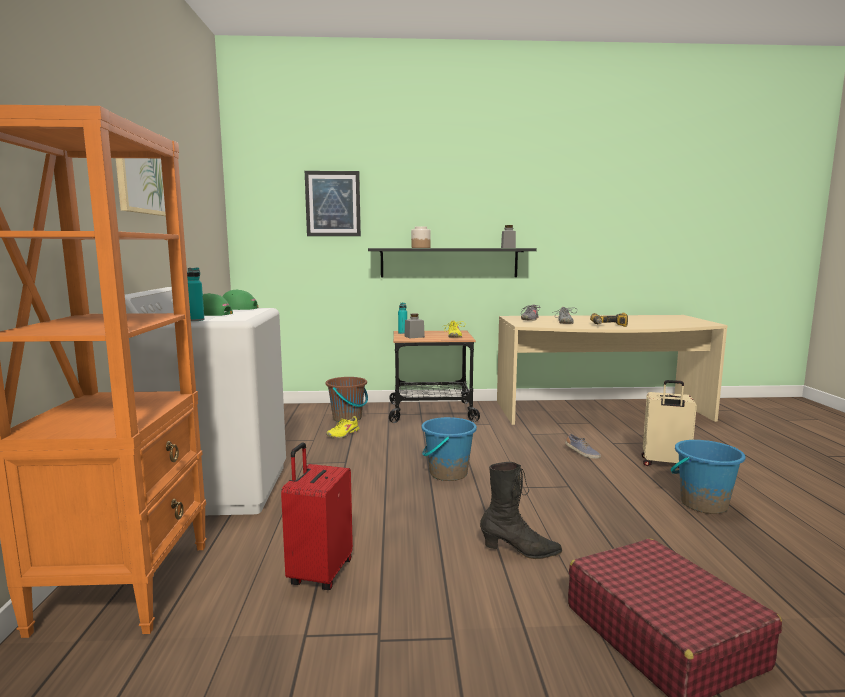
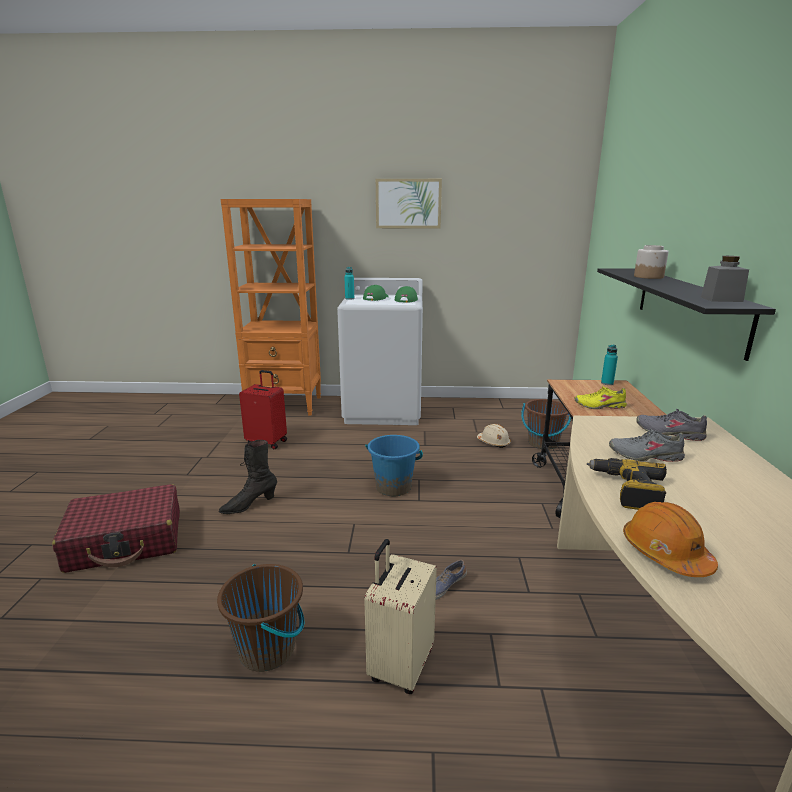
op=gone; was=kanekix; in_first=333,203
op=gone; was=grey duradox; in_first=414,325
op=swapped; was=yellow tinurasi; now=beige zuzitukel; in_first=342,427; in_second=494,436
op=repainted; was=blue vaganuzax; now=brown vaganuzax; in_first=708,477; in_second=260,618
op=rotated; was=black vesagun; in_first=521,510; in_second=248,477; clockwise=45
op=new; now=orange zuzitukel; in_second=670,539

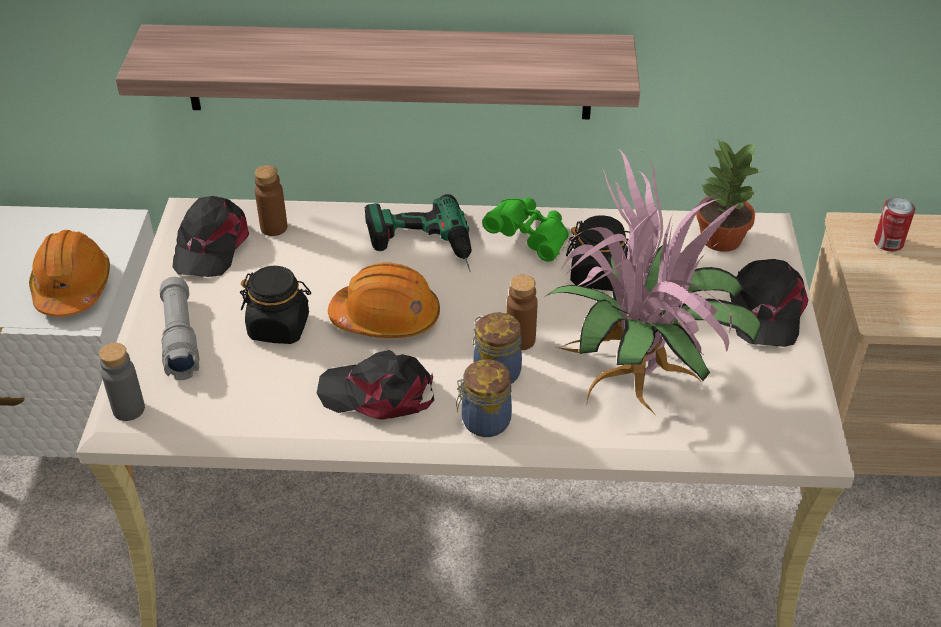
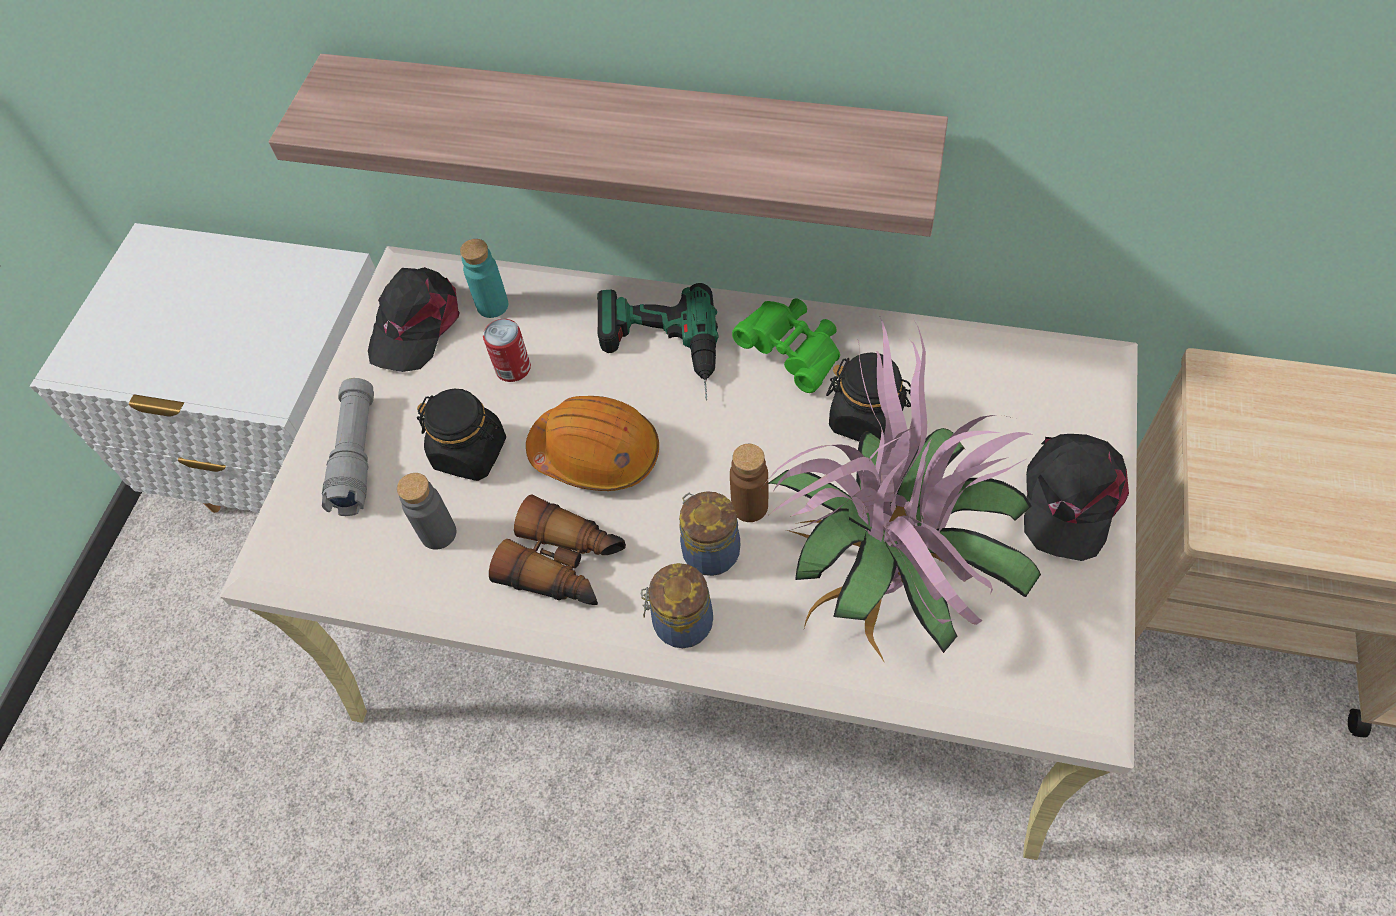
op=gone; was=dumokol; in_first=729,195
op=repainted; was=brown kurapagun; now=turquoise kurapagun; in_first=271,200; in_second=484,278
op=shifted; was=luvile; in_first=894,224; in_second=507,350
op=gone; was=orange zuzitukel; in_first=69,273
op=shifted; was=grey kurapagun; in_first=122,382; in_second=426,511
op=swapped; was=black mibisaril; now=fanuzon; in_first=375,384; in_second=557,549

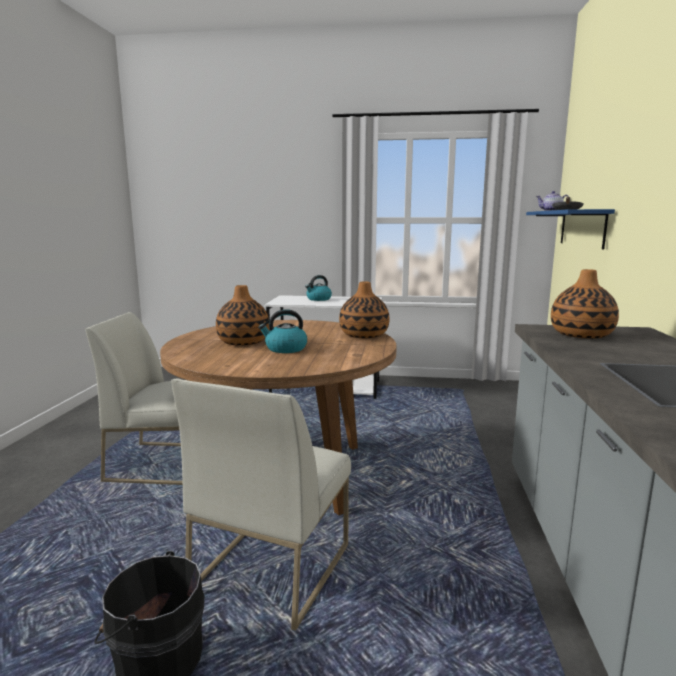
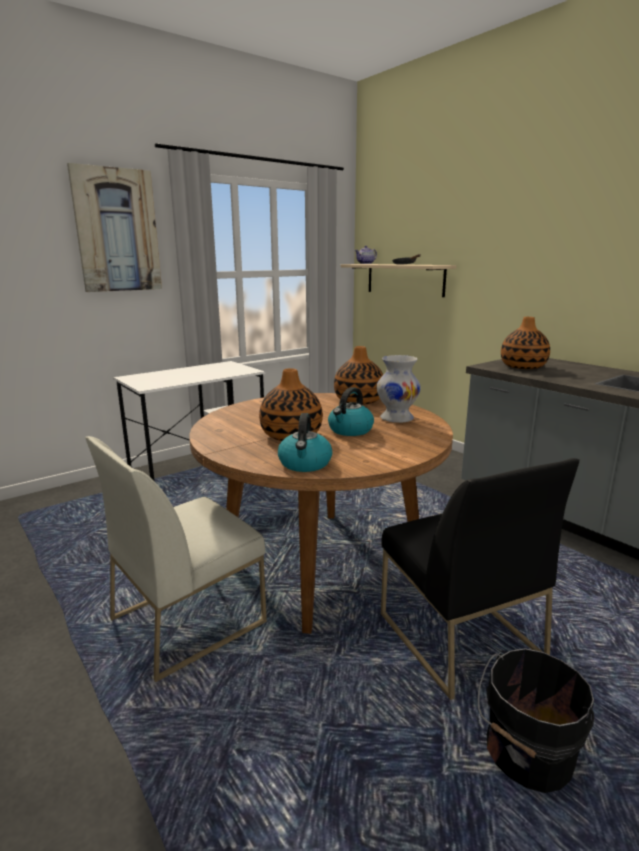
op=repainted; was=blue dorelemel; now=beige dorelemel; in_first=570,229; in_second=398,280
op=shifted; was=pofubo; in_first=318,288; in_second=305,442
op=repainted; was=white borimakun; now=black borimakun; in_first=261,505; in_second=480,579
op=new; now=kanekix; in_second=114,227
op=new; now=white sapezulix; in_second=399,389

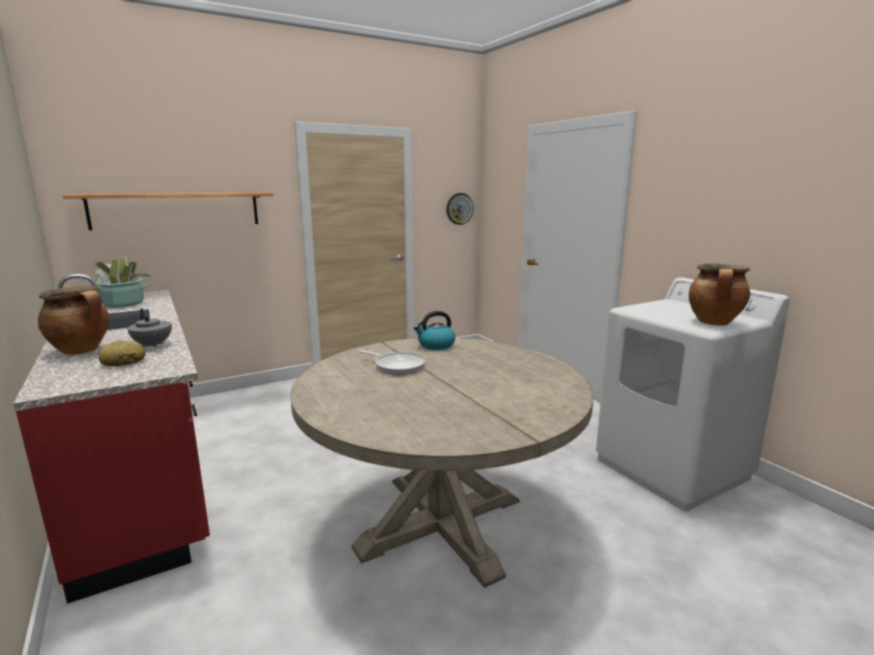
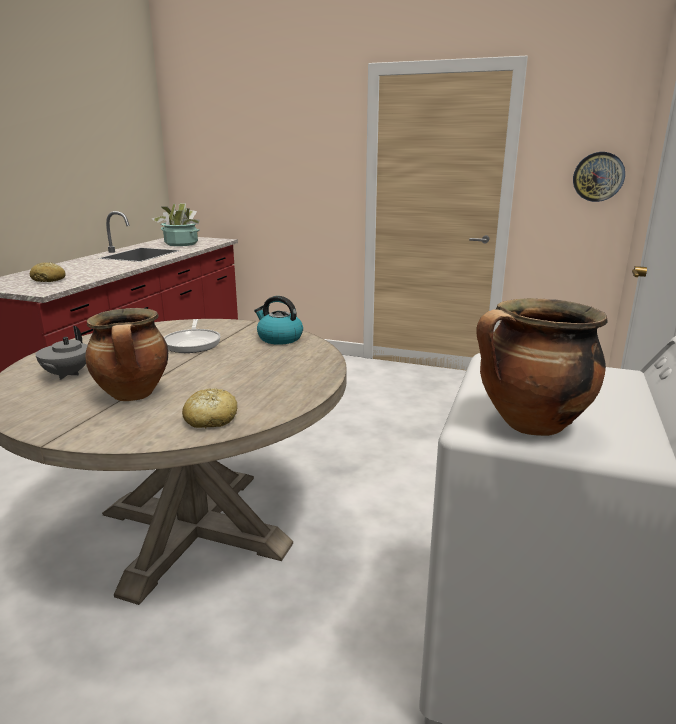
op=gone; was=dorelemel; in_first=168,211
op=shifted; was=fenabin; in_first=74,320; in_second=126,354
op=shifted; was=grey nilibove; in_first=149,328; in_second=61,353
op=new; now=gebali; in_second=209,408

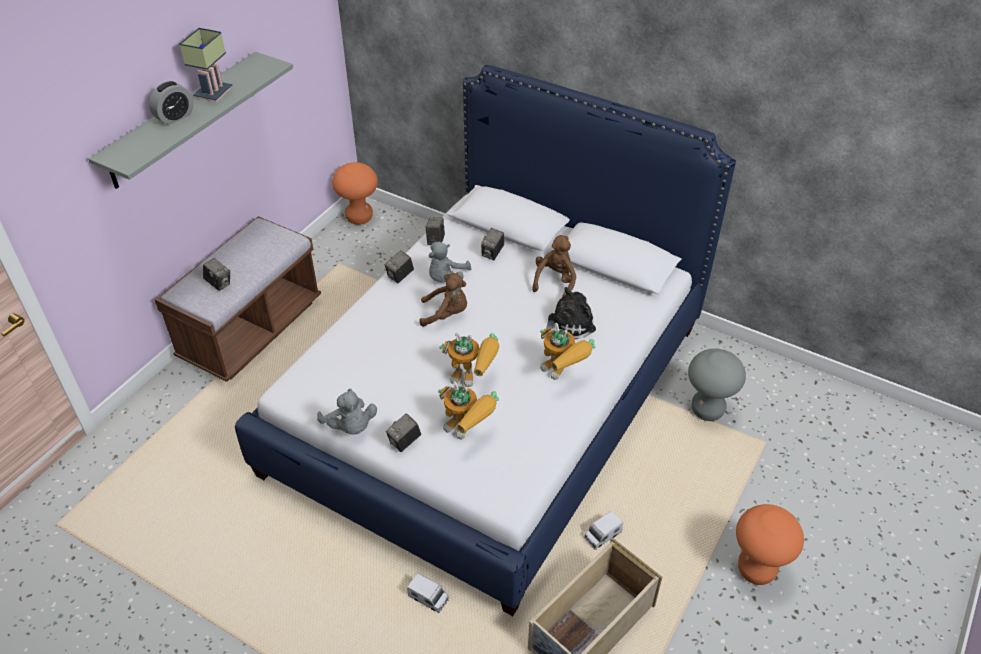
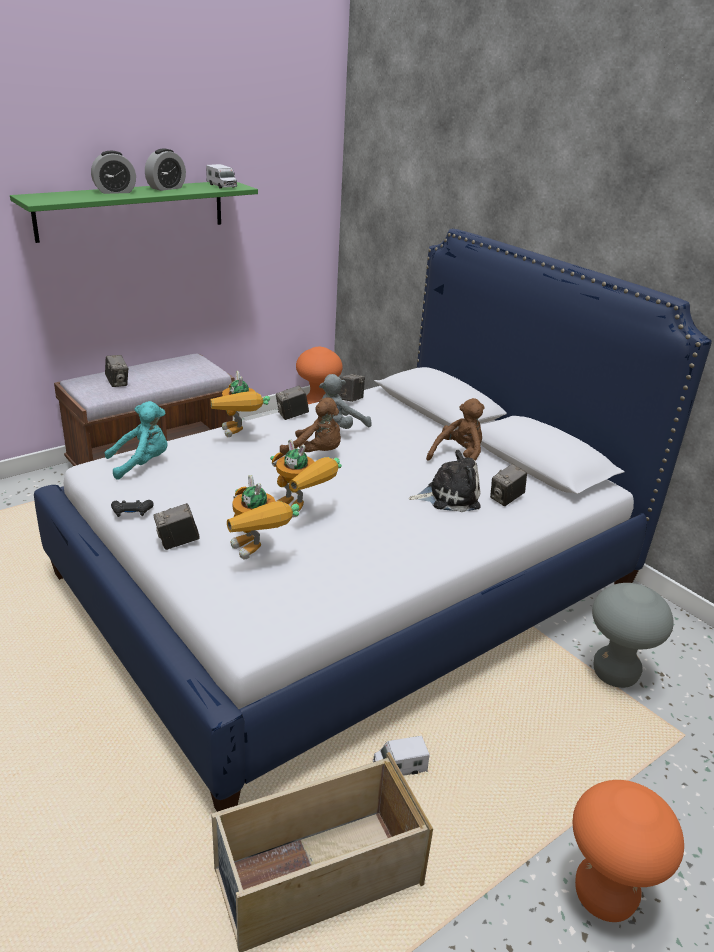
op=swapped; was=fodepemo; now=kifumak; in_first=205,65; in_second=165,169
op=repainted; was=grey dorelemel; now=green dorelemel; in_first=190,120; in_second=134,212
op=shifted; was=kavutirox; in_first=492,244; in_second=508,485
op=shifted; was=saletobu; in_first=568,351; in_second=240,404
op=swapped; was=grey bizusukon; now=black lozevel; in_first=347,412; in_second=132,508
op=shifted; was=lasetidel; in_first=428,593; in_second=221,176
op=new; now=turquoise bizusukon; in_second=136,440

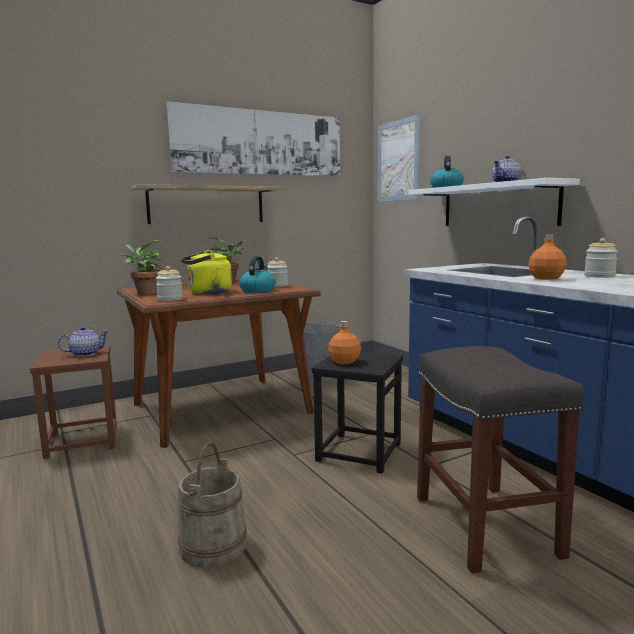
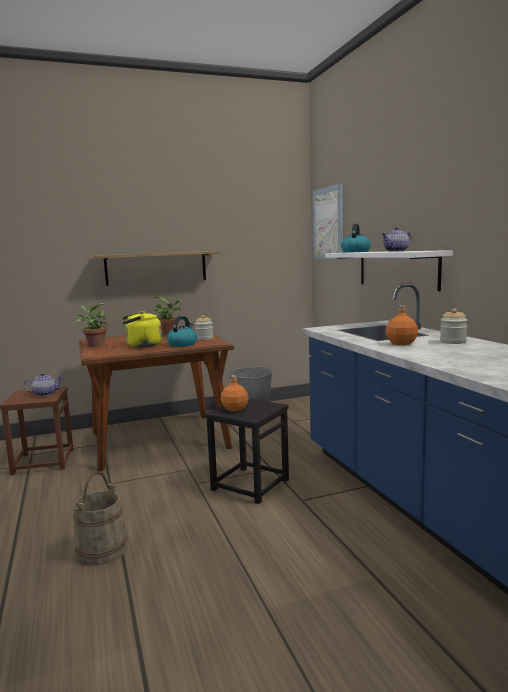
op=gone; was=kanekix; in_first=253,139
op=gone; was=duradox; in_first=169,283
op=gone; was=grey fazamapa; in_first=500,459

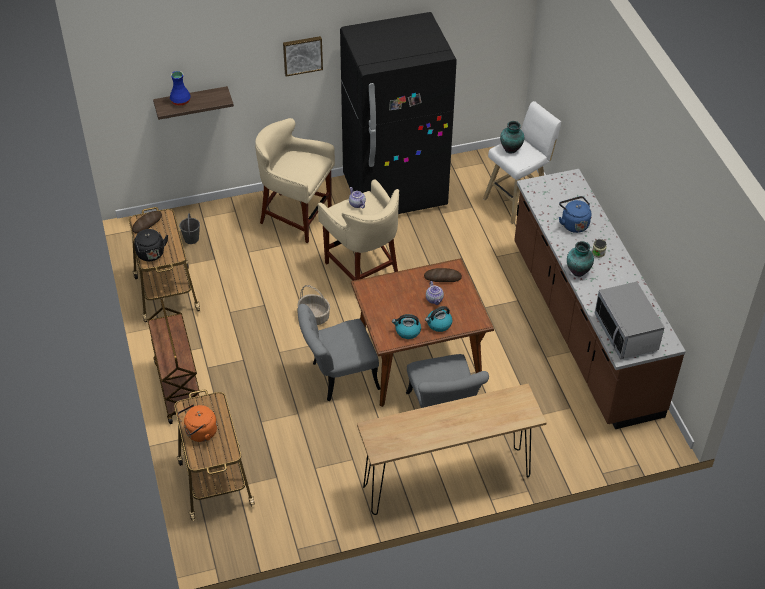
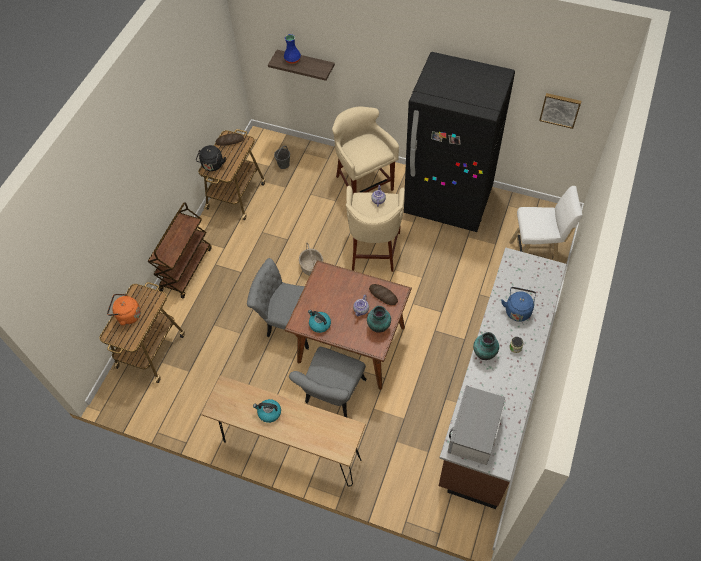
op=shifted; was=kanekix; in_first=303,56; in_second=560,111
op=shifted; was=sapezulix; in_first=512,137; in_second=379,319
op=shifted; was=pofubo; in_first=439,319; in_second=267,411

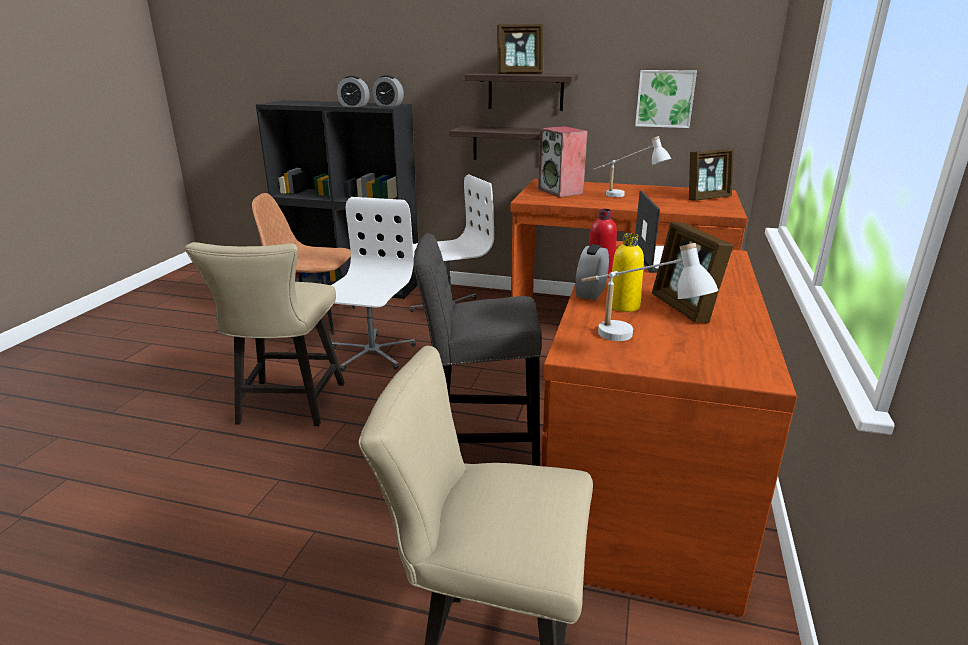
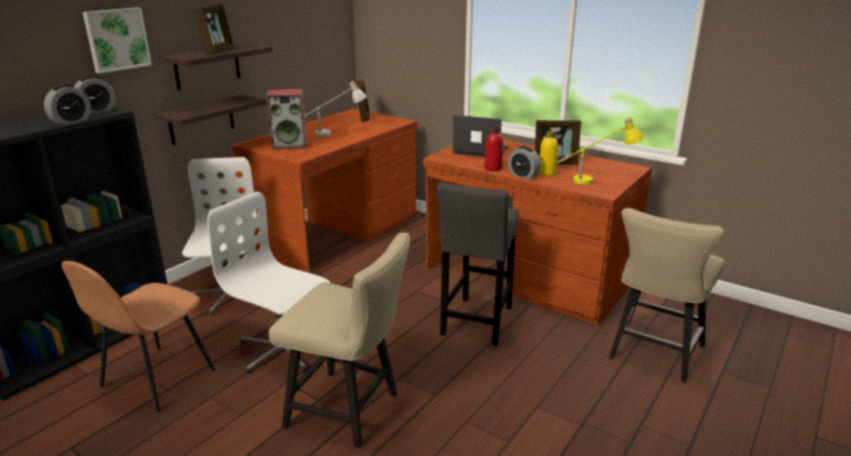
op=shifted; was=kanekix; in_first=666,99; in_second=117,40
op=repainted; was=white fodepemo; now=yellow fodepemo; in_first=649,292; in_second=600,151

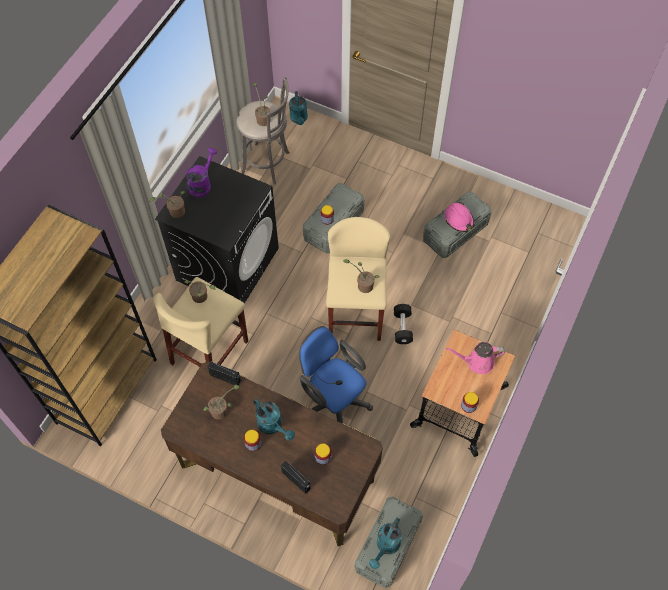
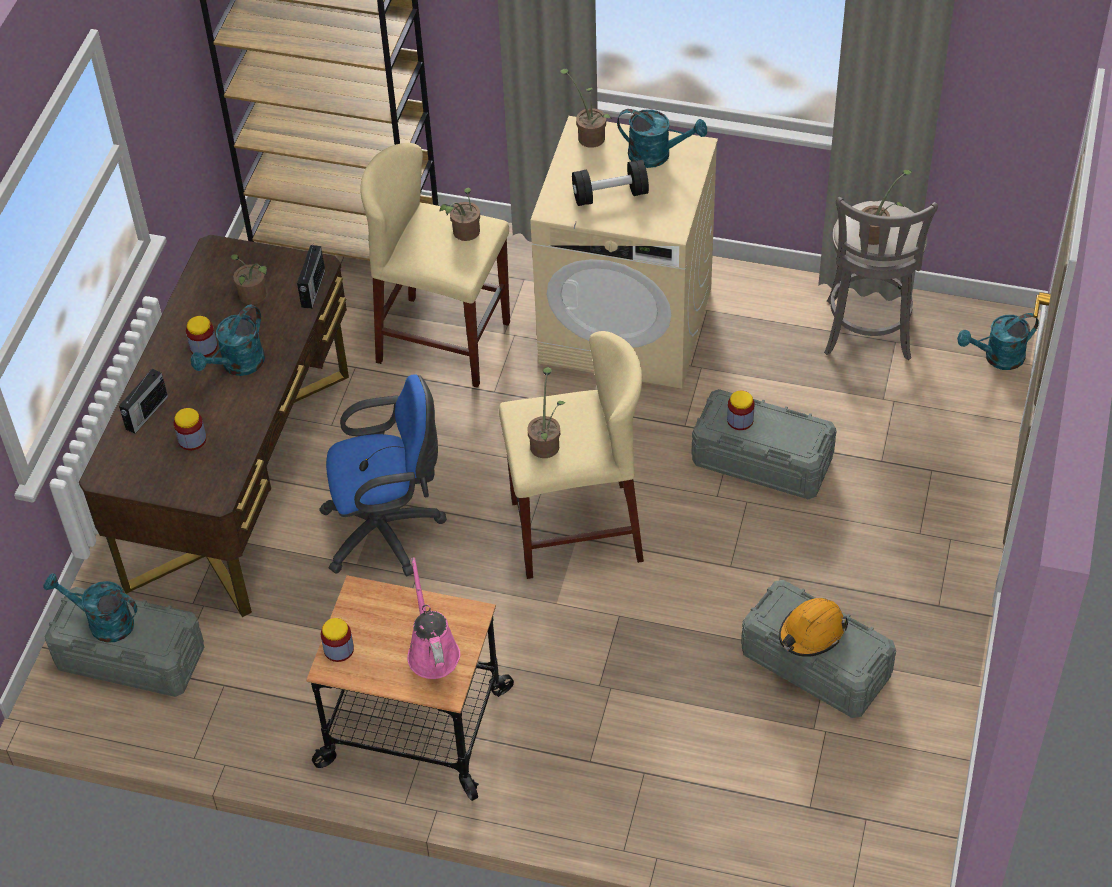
op=repainted; was=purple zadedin; now=turquoise zadedin; in_first=201,173; in_second=662,138
op=repainted; was=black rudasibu; now=beige rudasibu; in_first=217,230; in_second=624,252
op=repainted; was=pink zuzitukel; now=orange zuzitukel; in_first=459,217; in_second=813,627
op=shifted; was=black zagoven; in_first=403,324; in_second=610,183
op=rotated; was=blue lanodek; in_first=336,375; in_second=383,475; clockwise=45

